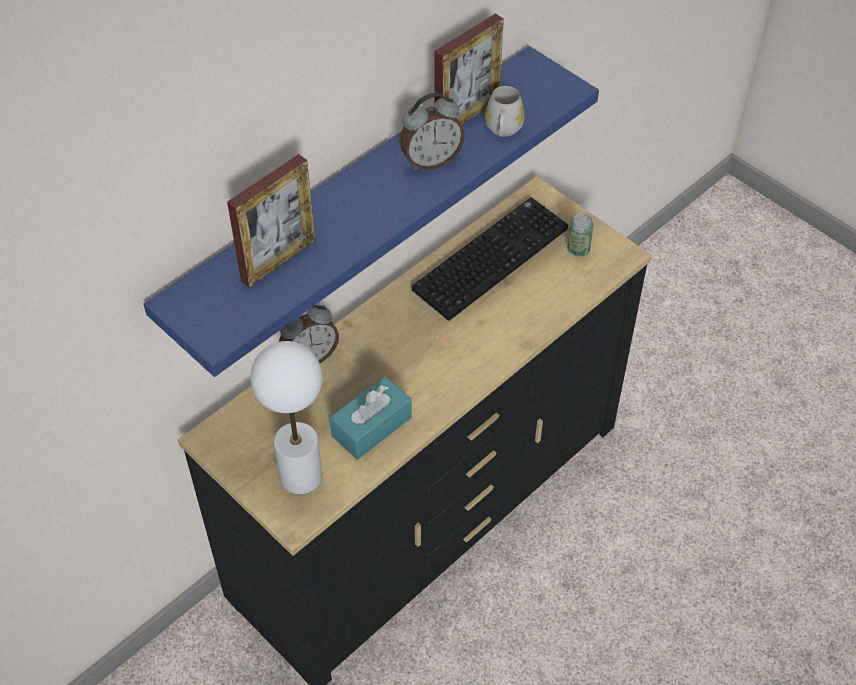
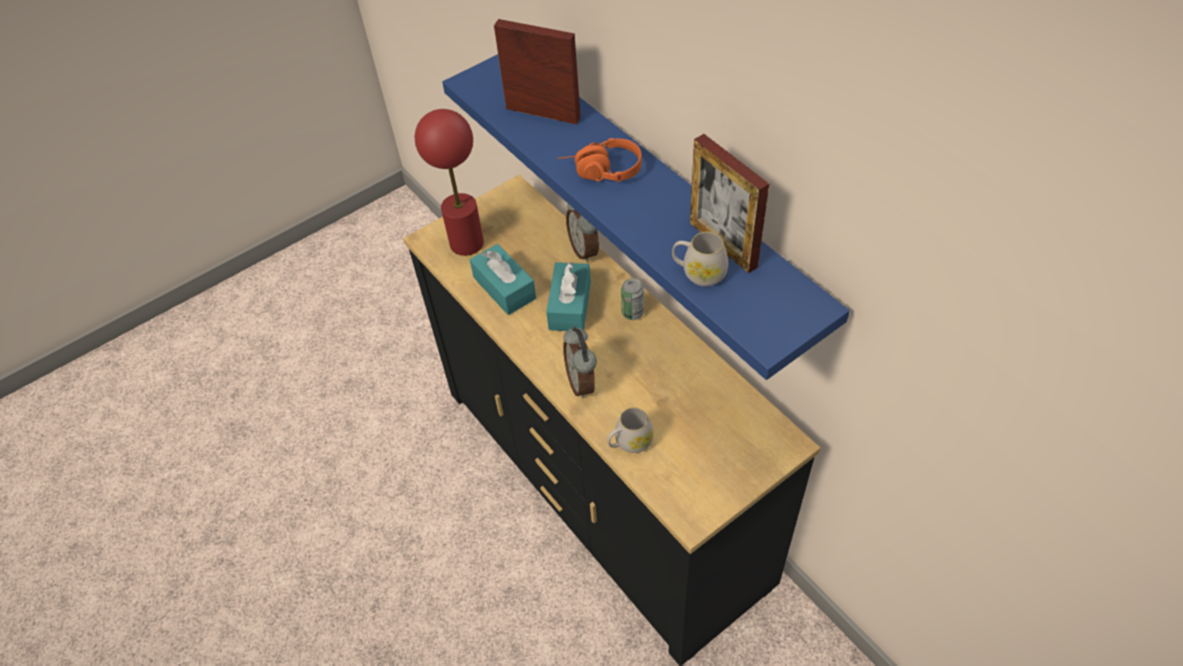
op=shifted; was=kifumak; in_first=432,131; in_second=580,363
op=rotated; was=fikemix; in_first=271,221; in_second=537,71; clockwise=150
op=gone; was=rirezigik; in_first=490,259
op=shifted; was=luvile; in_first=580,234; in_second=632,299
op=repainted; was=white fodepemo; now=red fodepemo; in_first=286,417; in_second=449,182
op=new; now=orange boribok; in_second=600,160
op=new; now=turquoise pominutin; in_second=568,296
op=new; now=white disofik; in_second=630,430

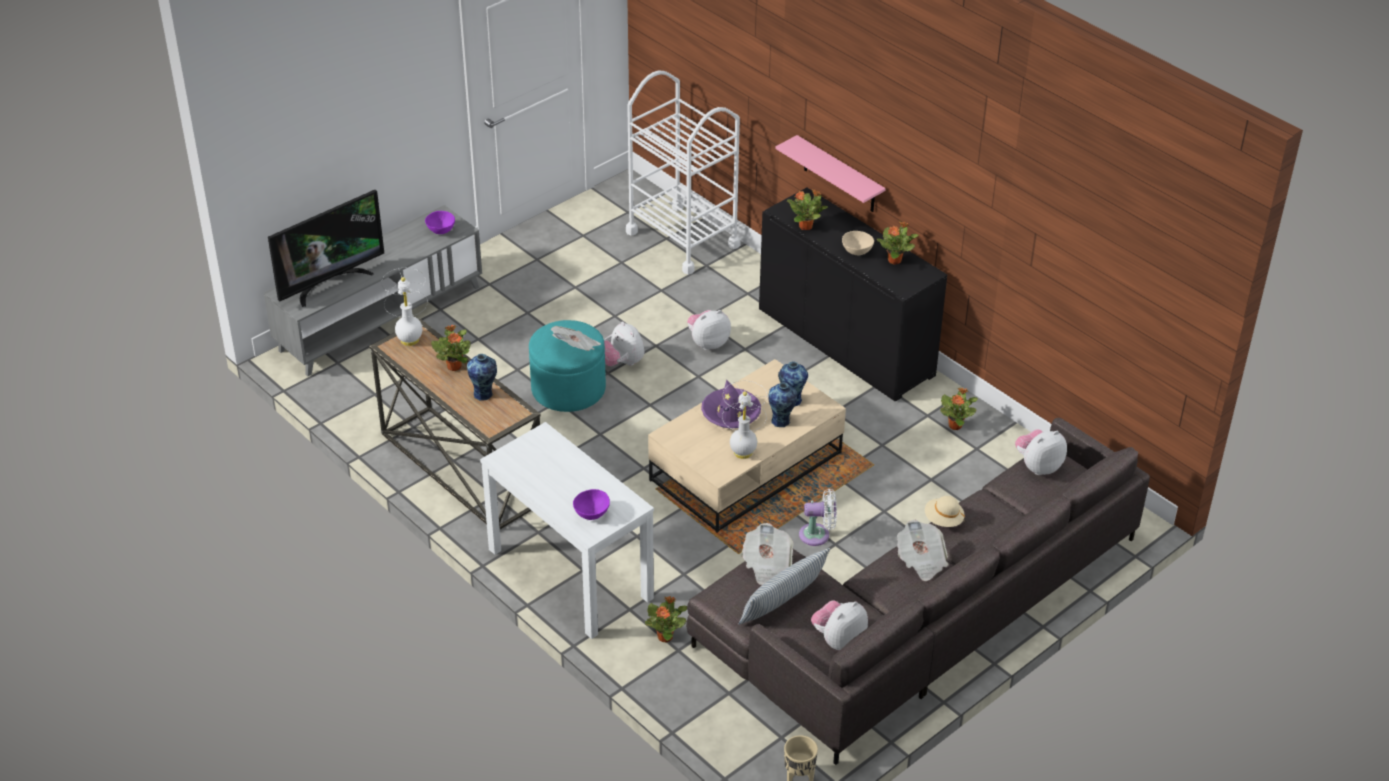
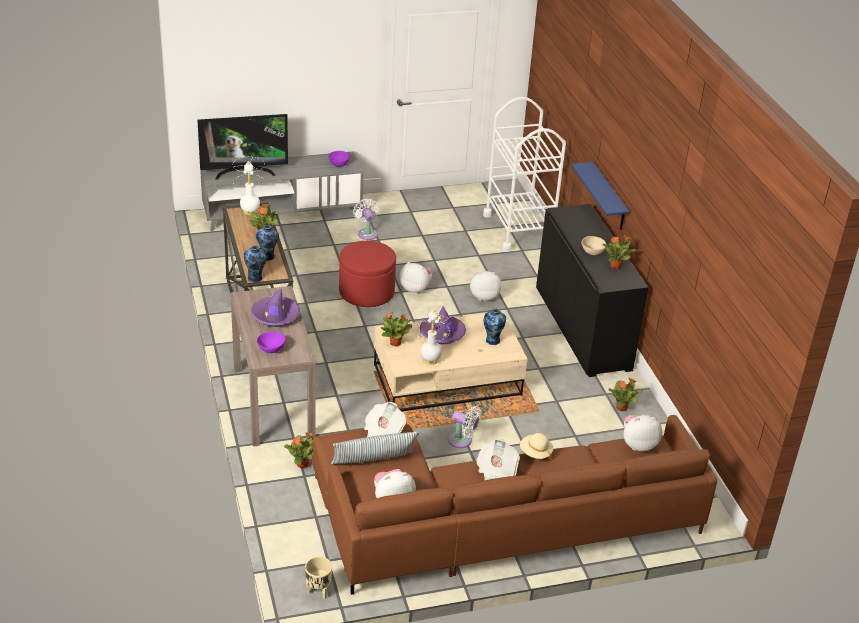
op=repainted; was=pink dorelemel; now=blue dorelemel; in_first=830,173; in_second=600,196
op=shifted; was=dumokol; in_first=807,209; in_second=396,329
op=repainted; was=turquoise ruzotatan; now=red ruzotatan; in_first=567,366; in_second=367,274
op=rotated; was=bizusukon; in_first=624,343; in_second=416,278; clockwise=120
op=gone; was=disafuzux; in_first=576,338
op=shifted; was=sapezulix; in_first=782,404; in_second=255,263
op=repainted; was=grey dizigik; now=brown dizigik; in_first=918,591; in_second=514,505
op=repainted; was=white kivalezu; now=brown kivalezu; in_first=567,530; in_second=273,366
op=new; now=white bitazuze; in_second=366,219
op=new; now=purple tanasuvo; in_second=275,307

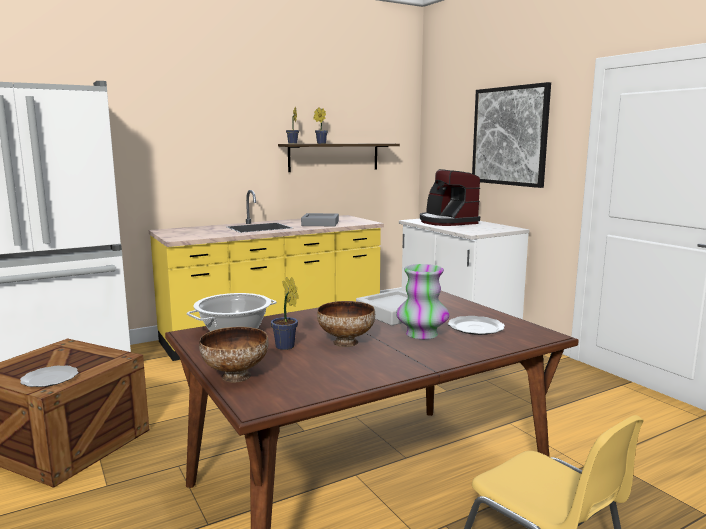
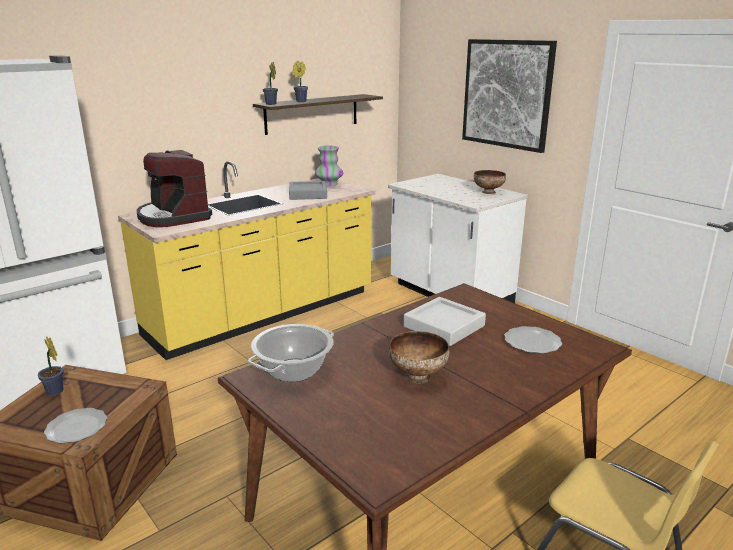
op=shifted; was=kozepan; in_first=450,197; in_second=174,188
op=shifted; was=sapezulix; in_first=422,301; in_second=329,166
op=shifted; was=dumokol; in_first=285,313; in_second=51,366
op=shifted; was=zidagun; in_first=234,354; in_second=490,182

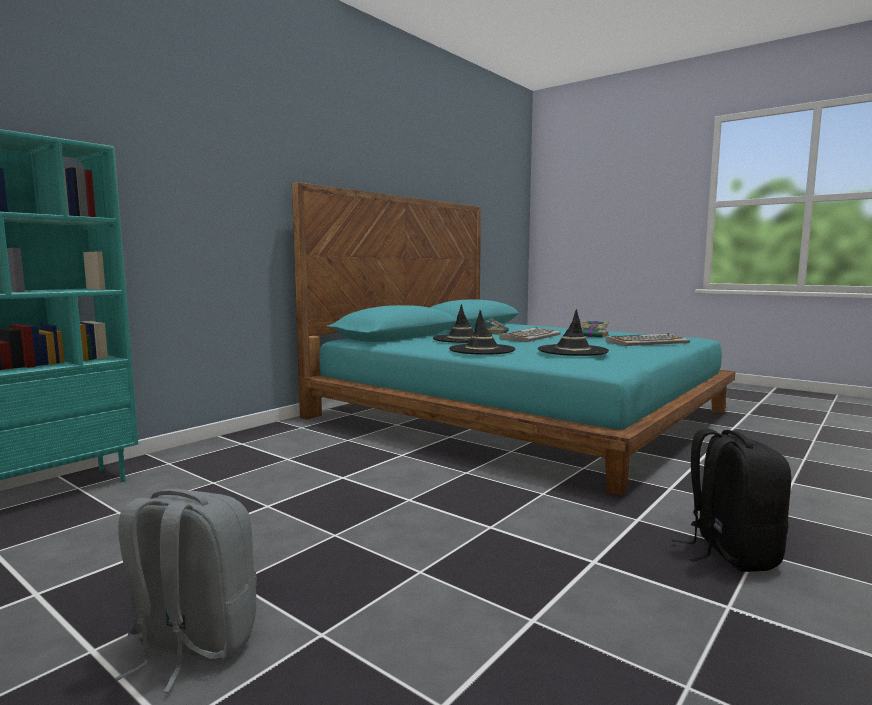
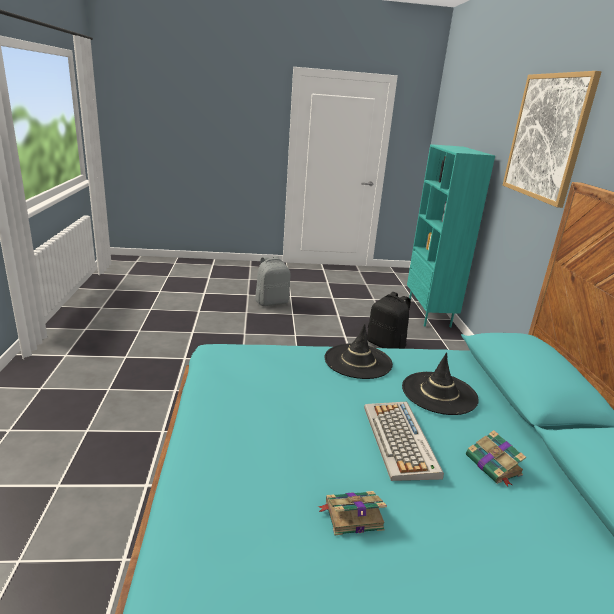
op=gone; was=black tanasuvo; in_first=573,332
op=gone; was=rirezigik; in_first=648,339
op=shifted; was=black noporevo; in_first=731,500; in_second=389,320
op=new; now=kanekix; in_second=552,139

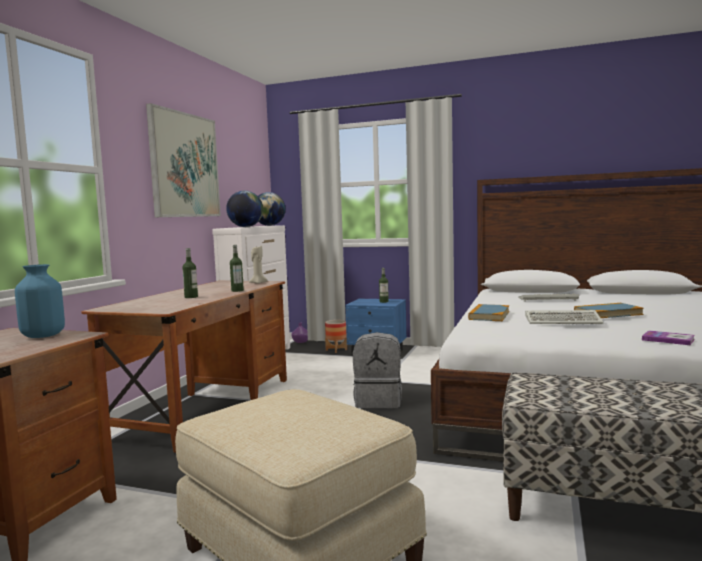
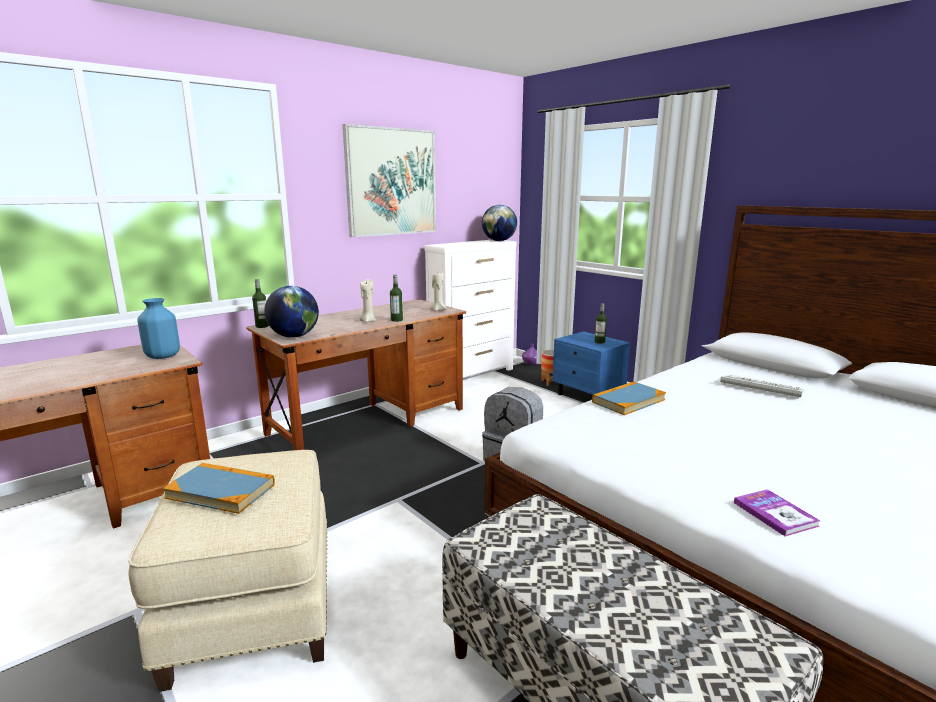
op=shifted; was=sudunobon; in_first=244,209; in_second=291,312
op=shifted; was=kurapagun; in_first=190,273; in_second=260,303
op=shifted; was=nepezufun; in_first=609,310; in_second=219,488
op=gone; was=rirezigik; in_first=564,317
op=new; now=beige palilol; in_second=367,300

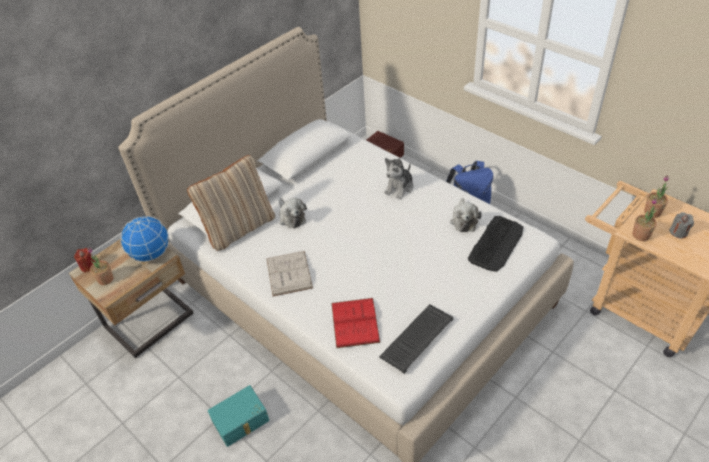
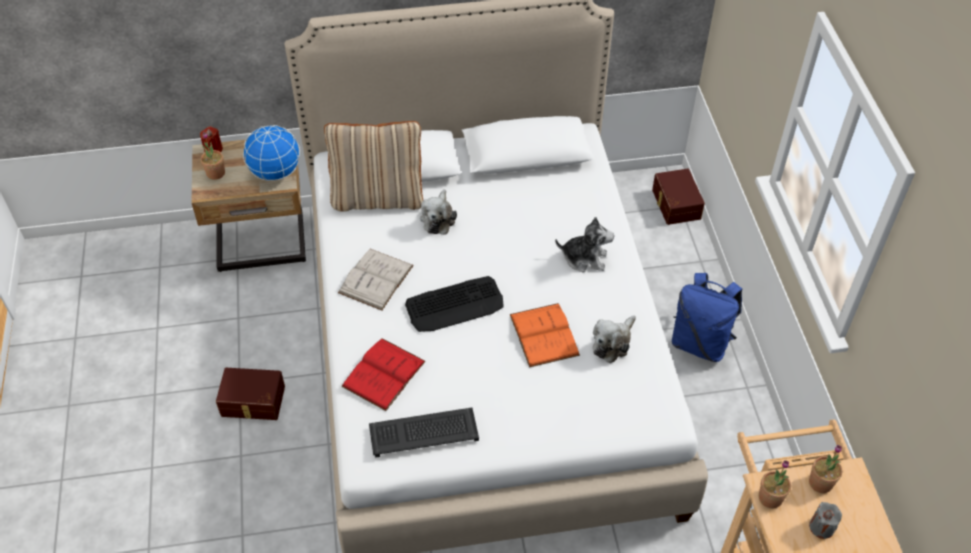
op=rotated; was=bizusukon; in_first=399,178; in_second=584,244; clockwise=-150
op=shifted; was=rirezigik; in_first=495,244; in_second=454,304
op=repainted; was=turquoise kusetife; now=brown kusetife; in_first=238,416; in_second=250,394
op=new; now=orange nepezufun; in_second=545,335

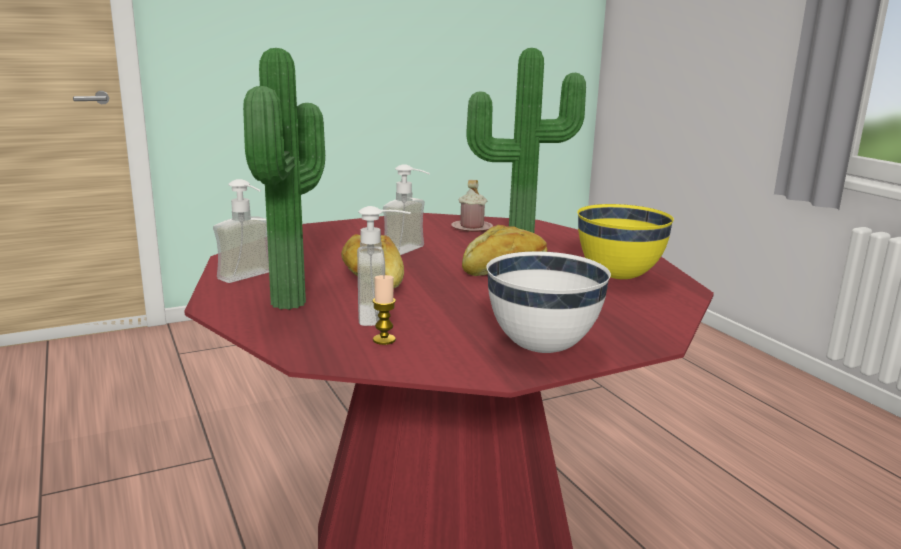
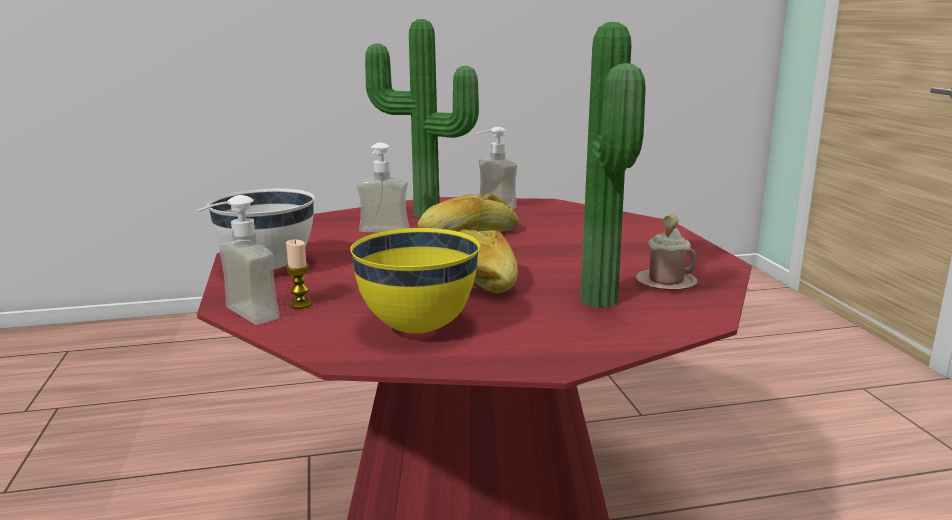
op=shifted; was=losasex; in_first=406,209; in_second=238,260
op=shifted; was=palilol; in_first=384,310; in_second=299,274

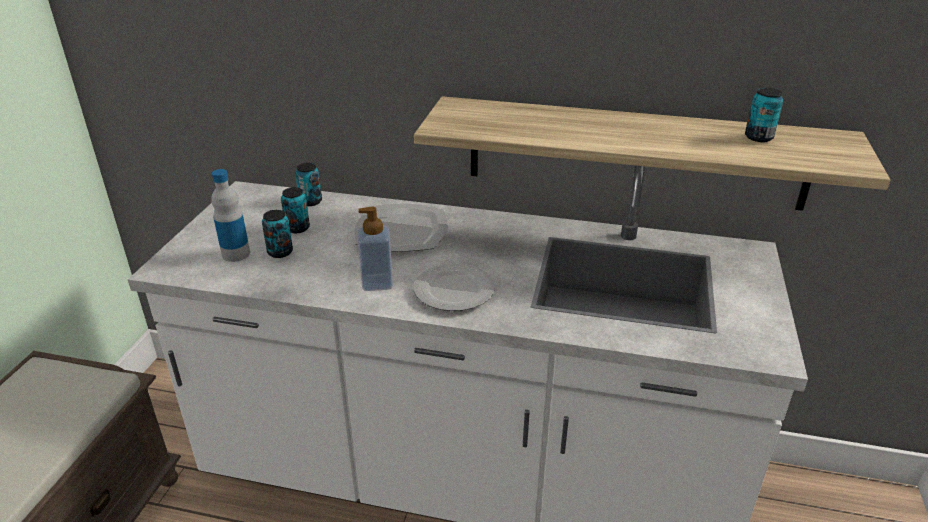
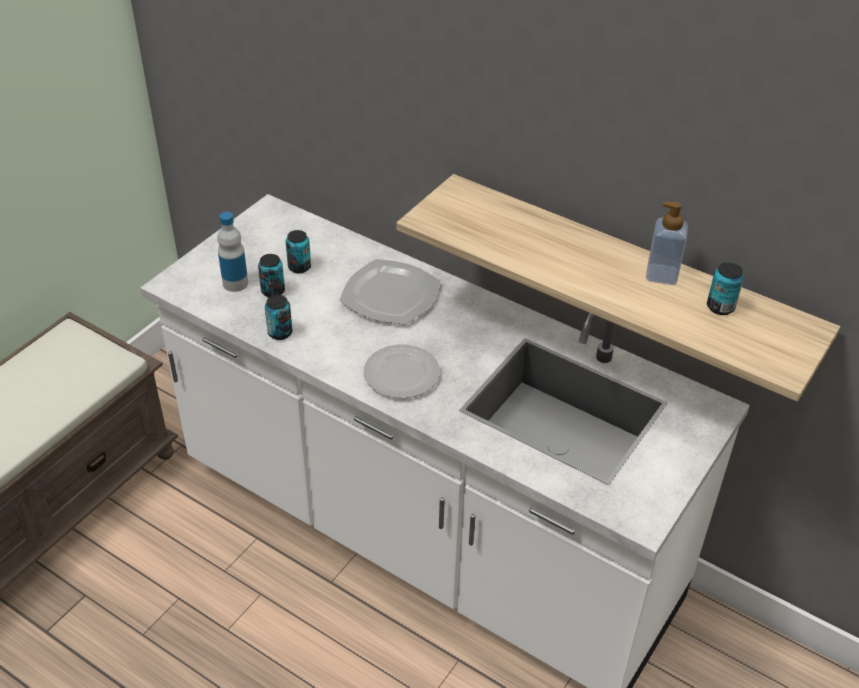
op=shifted; was=luvile; in_first=308,184; in_second=279,317
op=shifted; was=losasex; in_first=375,248; in_second=667,243

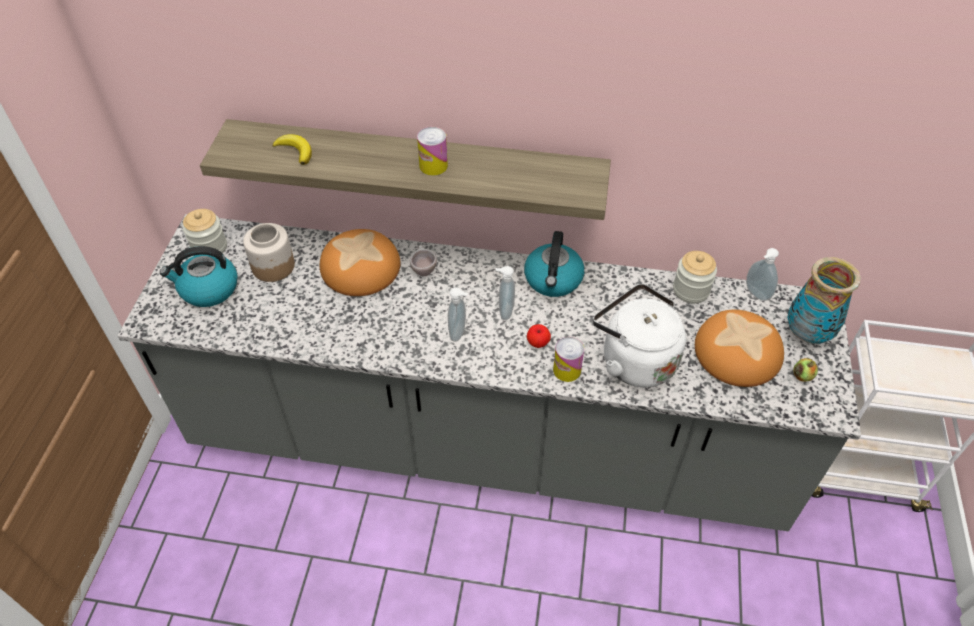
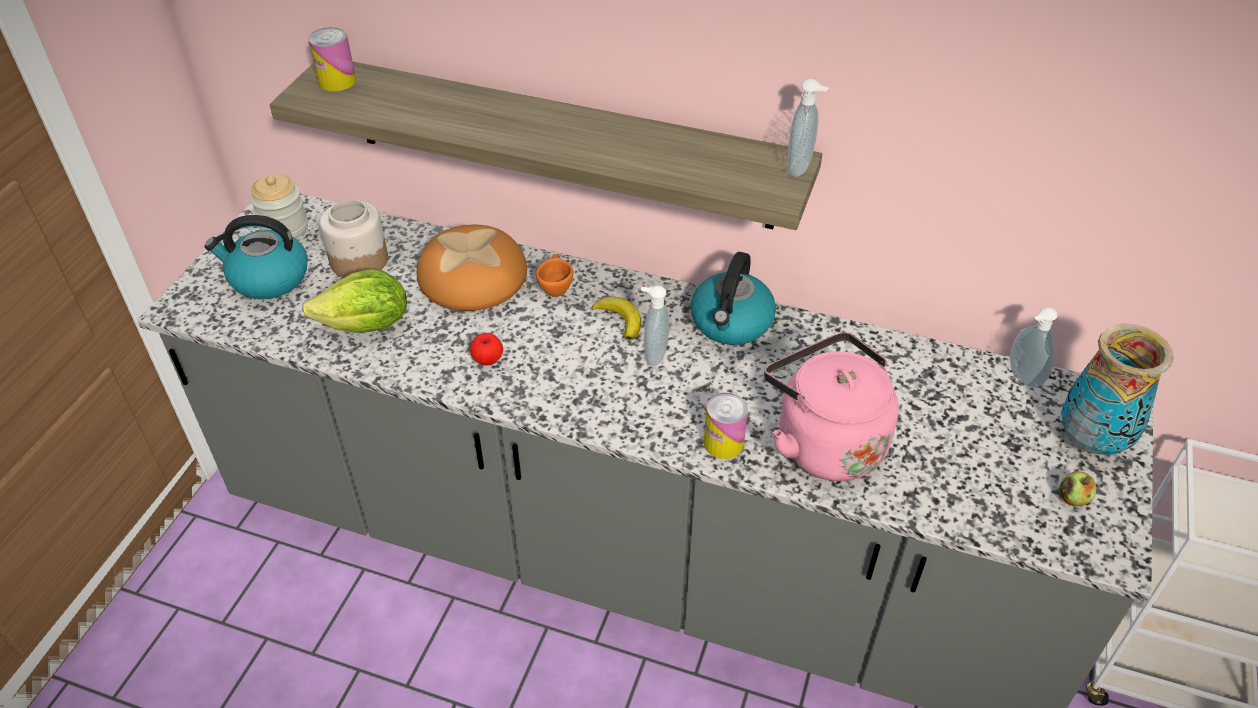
op=shifted; was=luvile; in_first=432,151; in_second=332,59
op=shifted; was=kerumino; in_first=292,149; in_second=616,318
op=repainted; was=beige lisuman; now=orange lisuman; in_first=423,260; in_second=554,275
op=gone; was=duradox; in_first=695,277
op=repainted; was=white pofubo; now=pink pofubo; in_first=639,336; in_second=831,406
op=shifted; was=losasex; in_first=458,314; in_second=808,128
op=gone; was=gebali; in_first=739,348
op=shifted; was=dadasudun; in_first=539,336; in_second=486,349
op=new; now=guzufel; in_second=355,301

